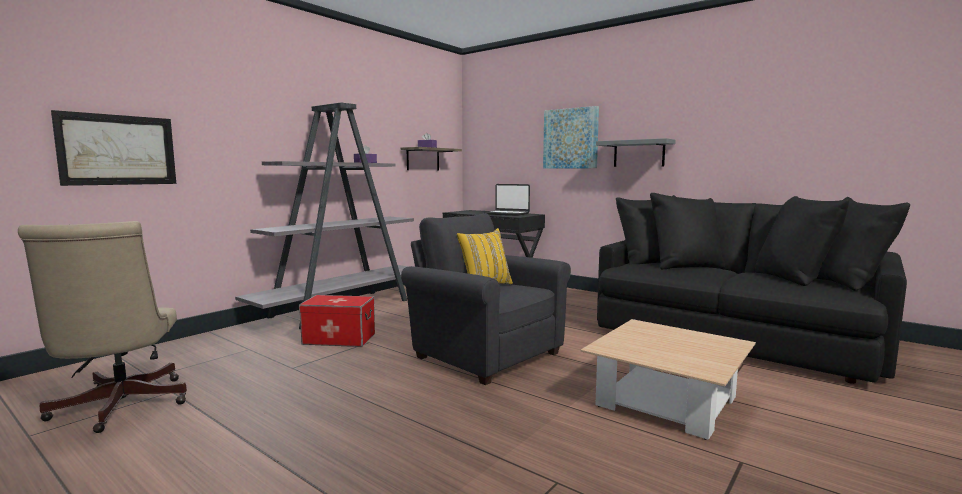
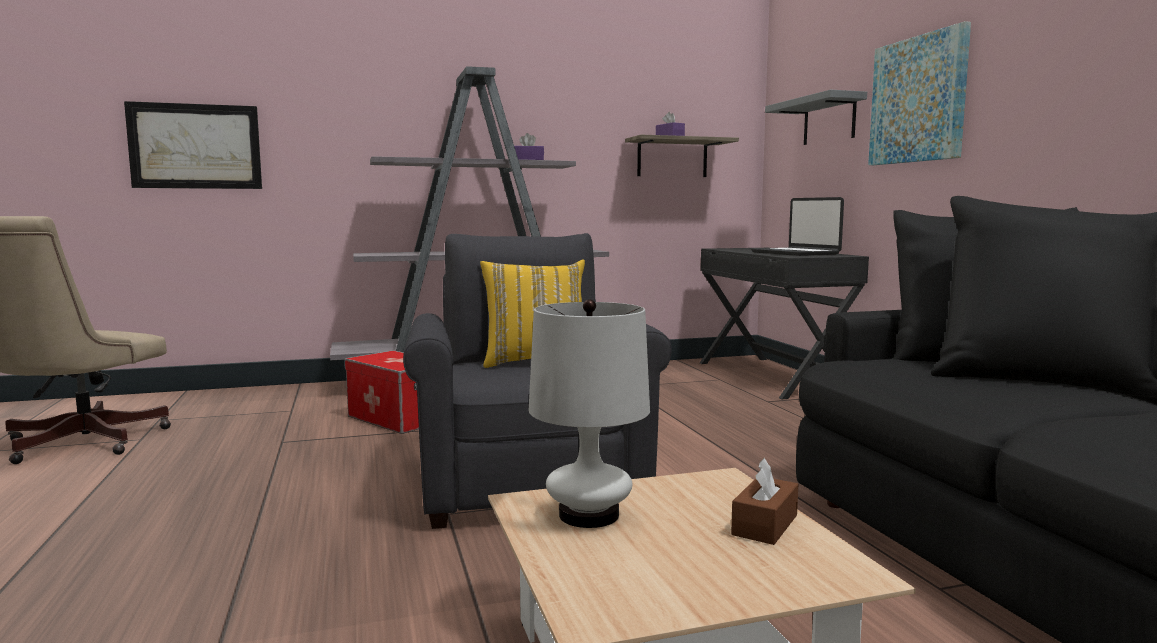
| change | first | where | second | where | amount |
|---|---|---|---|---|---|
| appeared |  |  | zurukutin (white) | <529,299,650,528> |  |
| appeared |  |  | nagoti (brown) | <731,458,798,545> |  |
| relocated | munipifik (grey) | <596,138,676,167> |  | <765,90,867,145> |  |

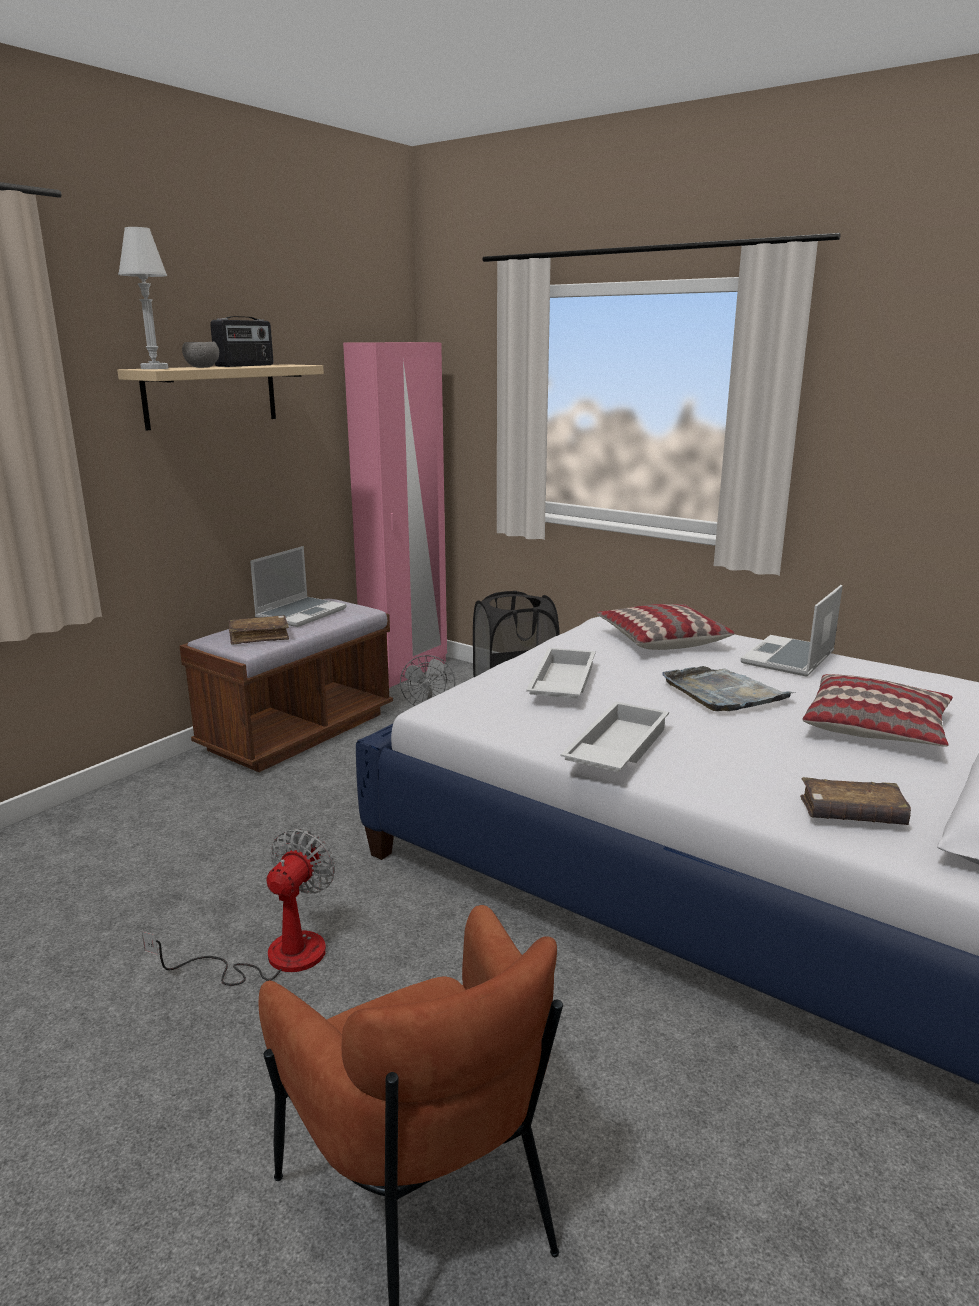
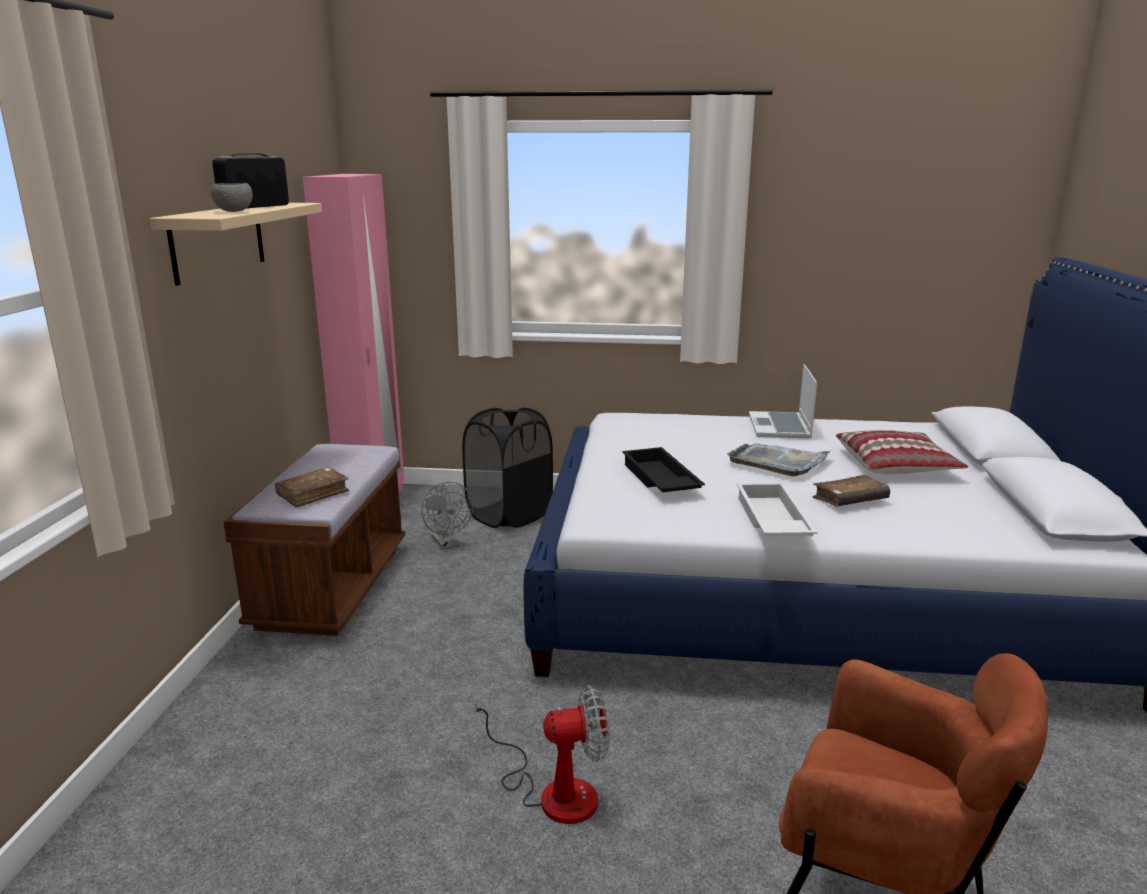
| change | first | where | second | where | amount |
|---|---|---|---|---|---|
| missing | zurukutin (white) | <118,227,168,369> |  |  |  |
| missing | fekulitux | <250,546,347,627> |  |  |  |
| missing | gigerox | <597,604,735,650> |  |  |  |
| relocated | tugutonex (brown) | <800,777,911,825> |  | <813,475,890,506> |  |
| colour | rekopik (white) | <526,648,596,698> | rekopik (black) | <622,447,705,492> |  |
| spun | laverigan | <142,829,335,986> |  | <475,685,610,824> | 90 degrees clockwise |
| spun | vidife | <210,316,273,367> |  | <212,154,289,208> | 150 degrees counterclockwise |

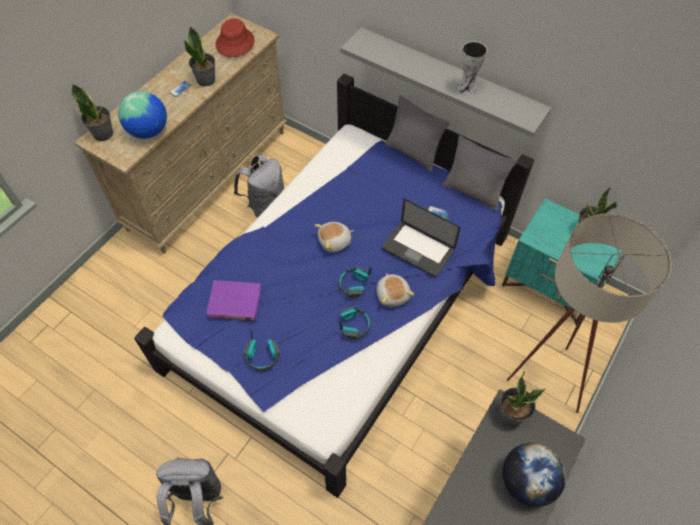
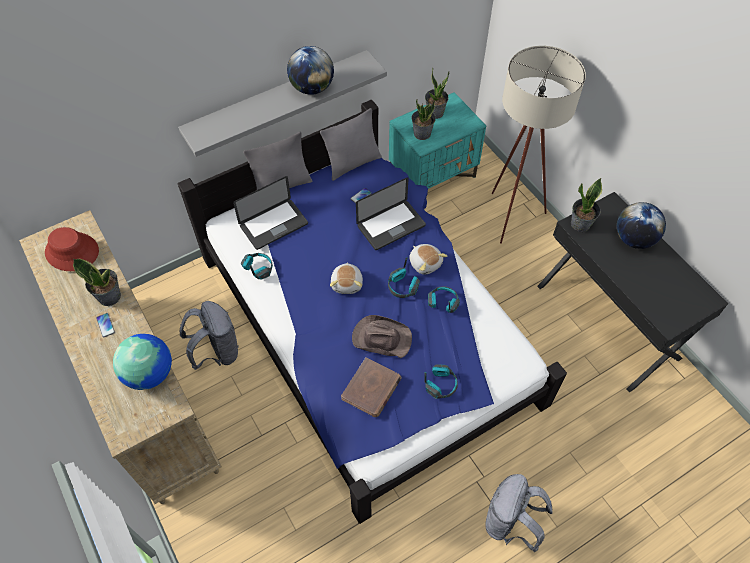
| change | first | where | second | where | amount |
|---|---|---|---|---|---|
| appeared |  |  | fekulitux | <233,176,308,250> |  |
| appeared |  |  | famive | <241,253,273,280> |  |
| appeared |  |  | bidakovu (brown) | <352,315,412,358> |  |
| relocated | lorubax | <71,84,113,141> |  | <411,100,436,140> |  |
| exchanged | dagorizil | <458,41,487,95> | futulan | <287,46,334,95> |  |
| colour | tugutonex (purple) | <207,280,261,321> | tugutonex (brown) | <341,357,401,417> |  |
| spun | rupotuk | <376,273,414,307> |  | <409,244,447,275> | 45 degrees clockwise |

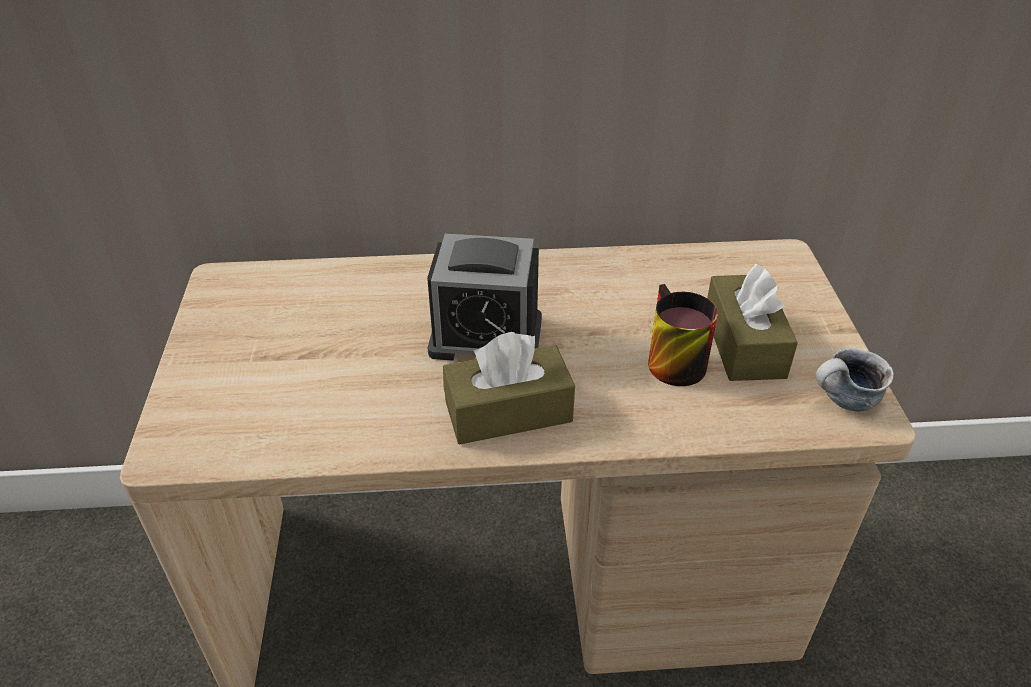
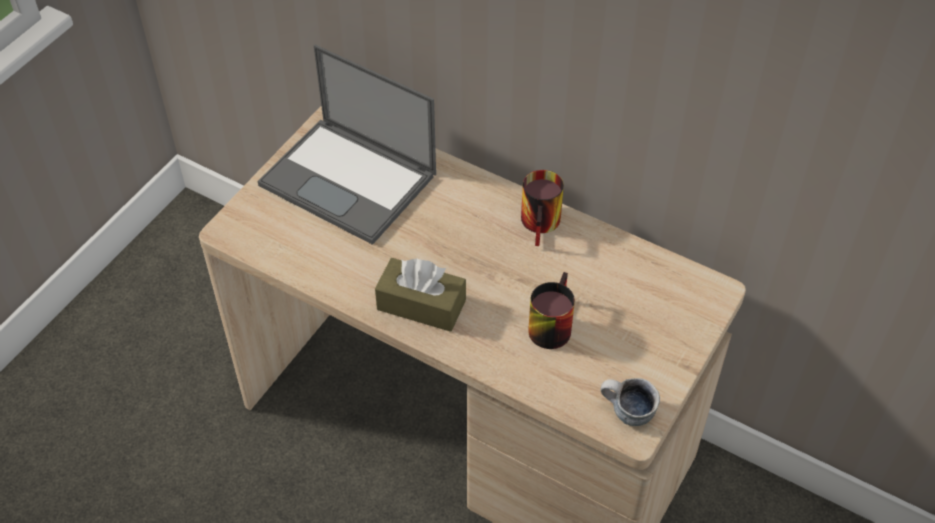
| change | first | where | second | where | amount |
|---|---|---|---|---|---|
| missing | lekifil | <427,234,542,361> |  |  |  |
| missing | nagoti (brown) | <707,264,798,381> |  |  |  |
| appeared |  |  | fekulitux | <258,45,436,245> |  |
| appeared |  |  | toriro | <521,170,564,246> |  |

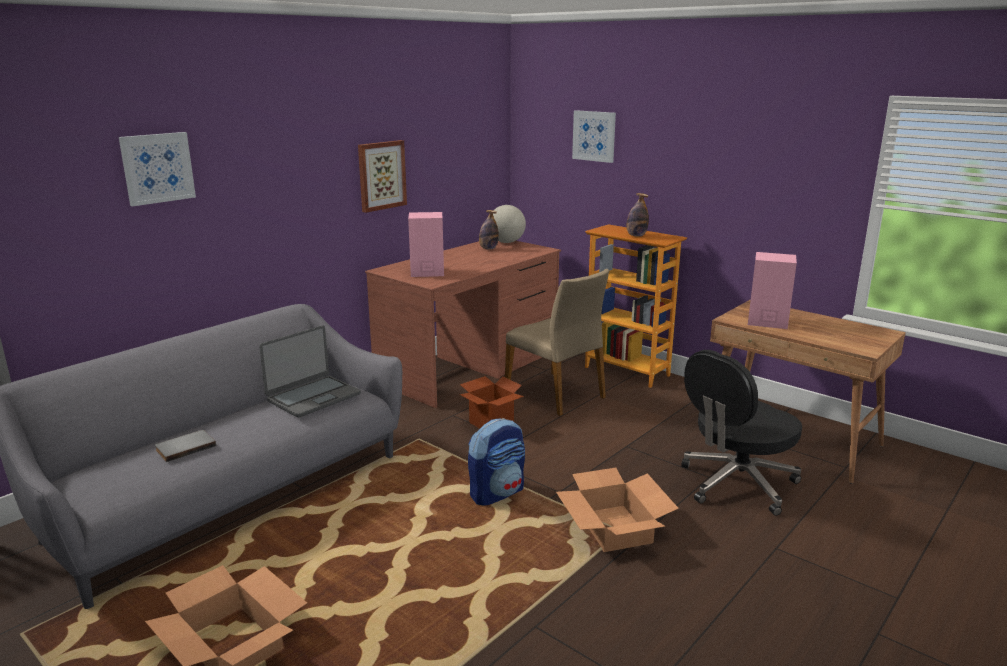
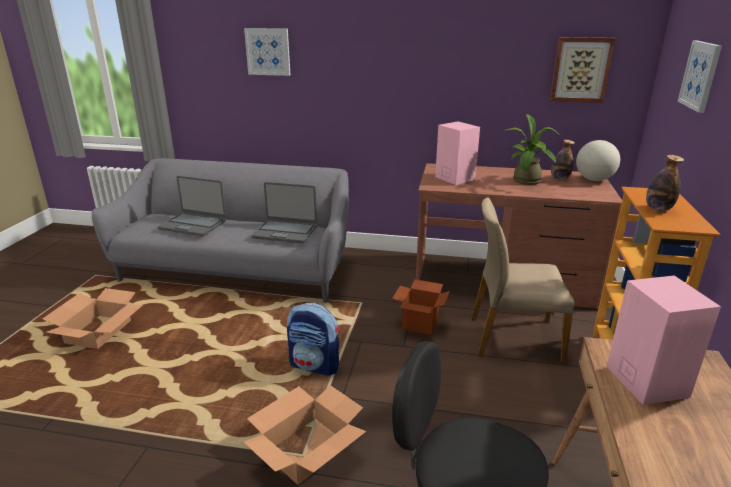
| change | first | where | second | where | amount |
|---|---|---|---|---|---|
| appeared |  |  | lorubax | <503,114,561,185> |  |
| relocated | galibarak | <358,140,407,213> |  | <550,37,615,103> |  |
| exchanged | tugutonex (grey) | <155,430,216,462> | fekulitux | <158,176,226,236> |  |
| spun | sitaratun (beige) | <505,269,609,416> |  | <471,197,574,363> | 75 degrees clockwise |

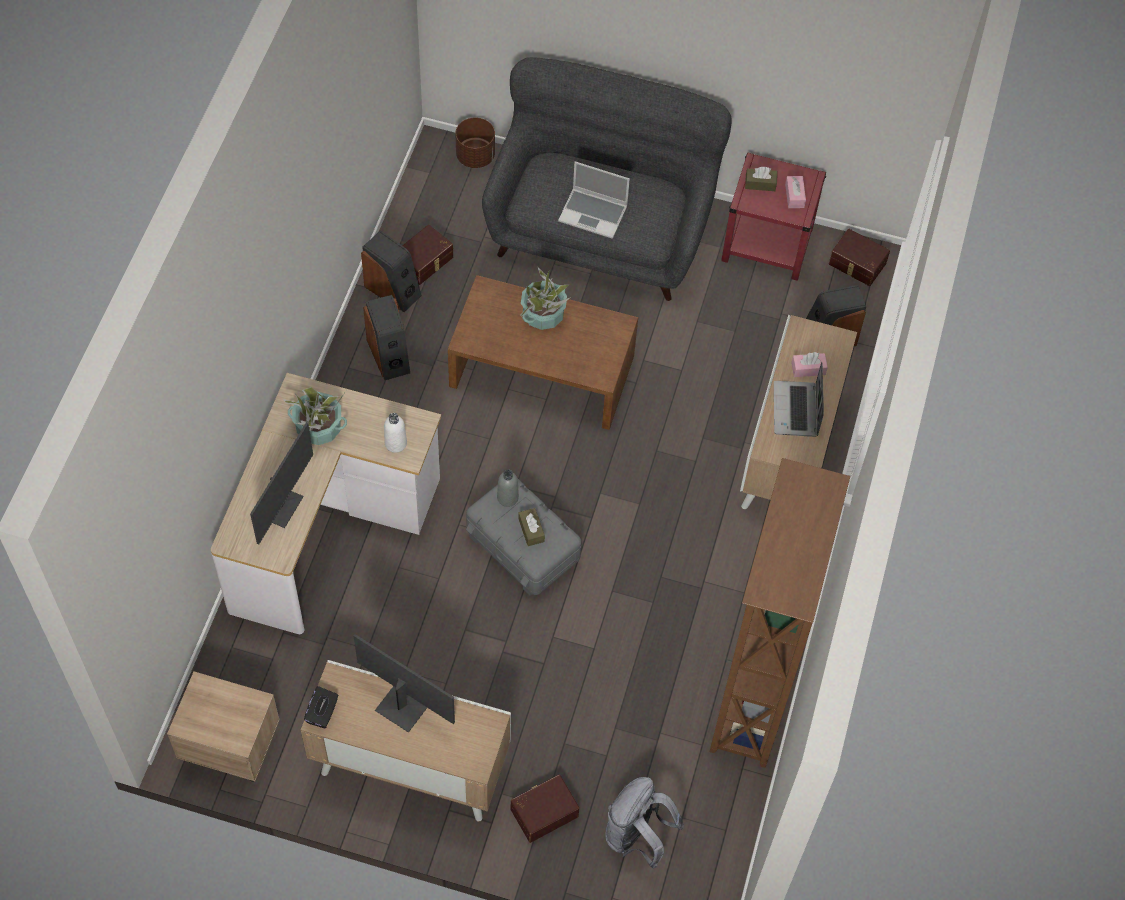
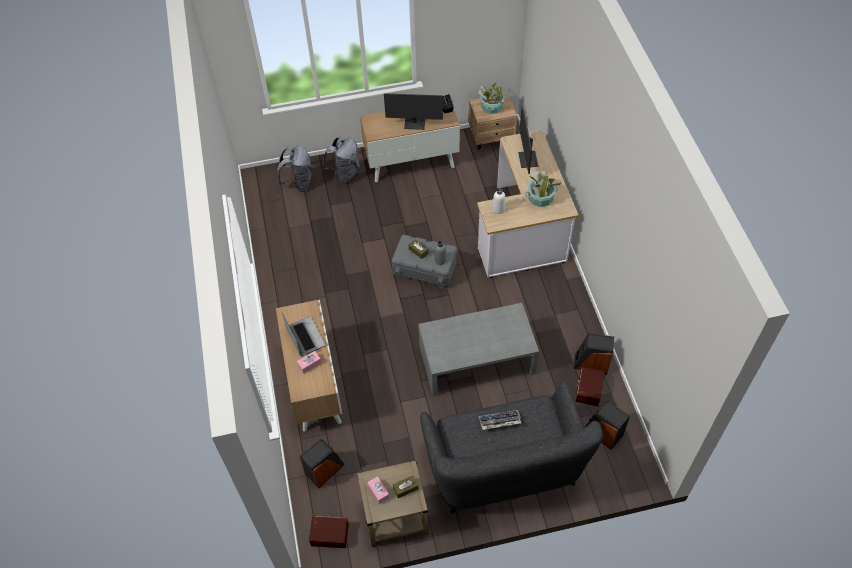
| change | first | where | second | where | amount |
|---|---|---|---|---|---|
| missing | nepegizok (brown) | <455,118,495,168> |  |  |  |
| missing | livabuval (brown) | <709,458,850,768> |  |  |  |
| relocated | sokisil | <363,295,410,380> |  | <584,401,630,450> |  |
| relocated | lorubax | <520,266,571,330> |  | <478,82,506,114> |  |
| exchanged | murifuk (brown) | <511,775,579,843> | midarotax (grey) | <322,136,360,183> |  |
| exchanged | fekulitux | <558,161,630,239> | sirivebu | <478,410,521,430> |  |
| colour | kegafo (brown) | <448,275,638,430> | kegafo (grey) | <418,303,539,396> |  |
| colour | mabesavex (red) | <721,153,826,281> | mabesavex (beige) | <357,460,429,547> |  |

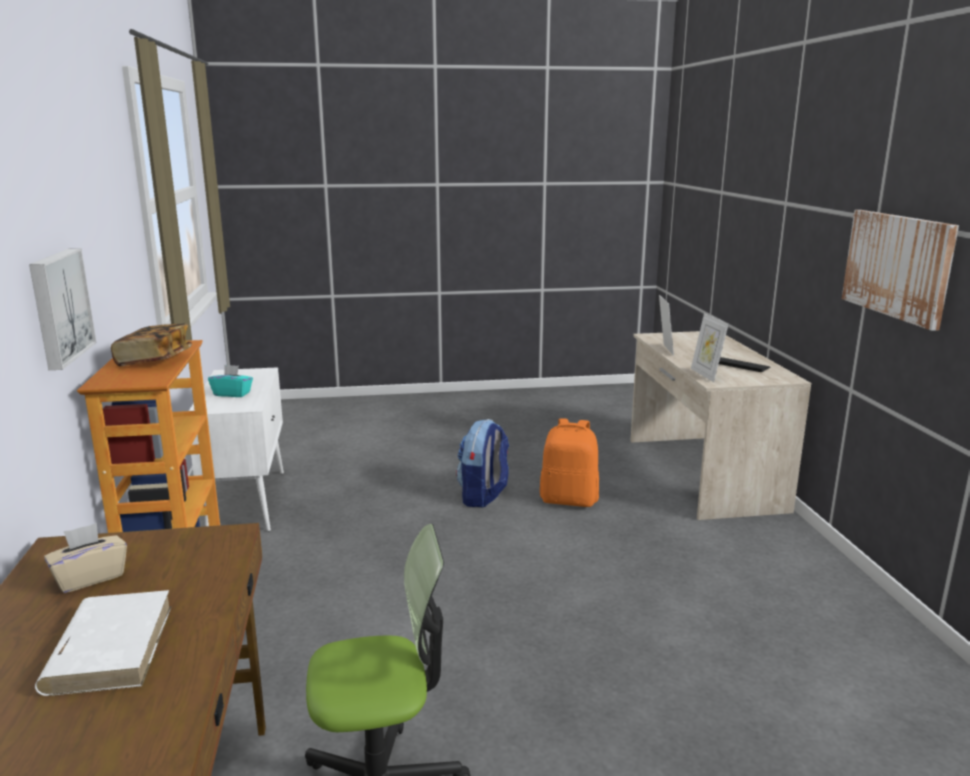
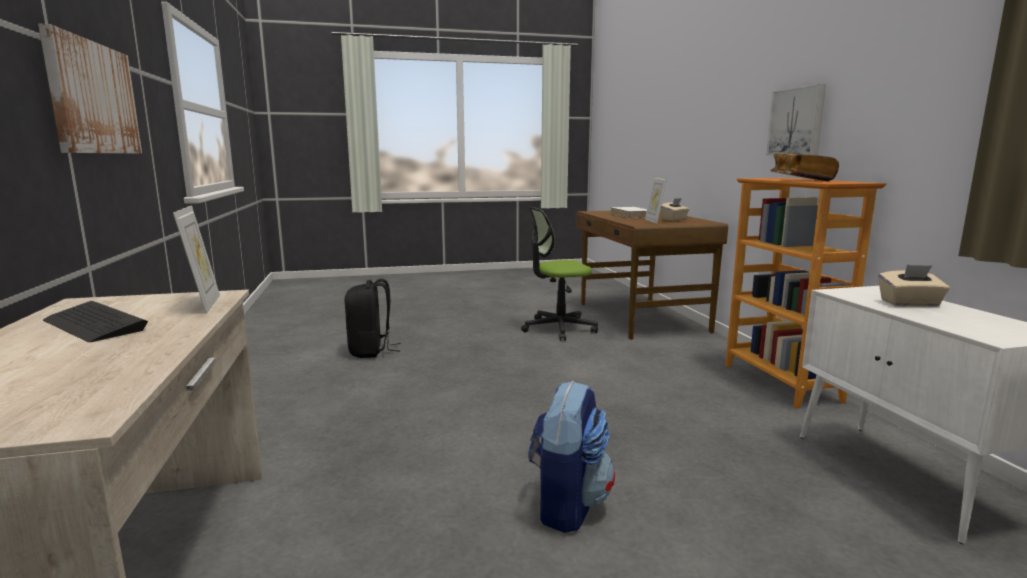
| change | first | where | second | where | amount |
|---|---|---|---|---|---|
| missing | midarotax (orange) | <540,418,599,507> |  |  |  |
| appeared |  |  | midarotax (black) | <345,279,401,358> |  |
| relocated | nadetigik | <659,295,674,356> |  | <645,175,667,224> |  |
| colour | nagoti (turquoise) | <208,365,253,397> | nagoti (beige) | <878,265,950,307> |  |

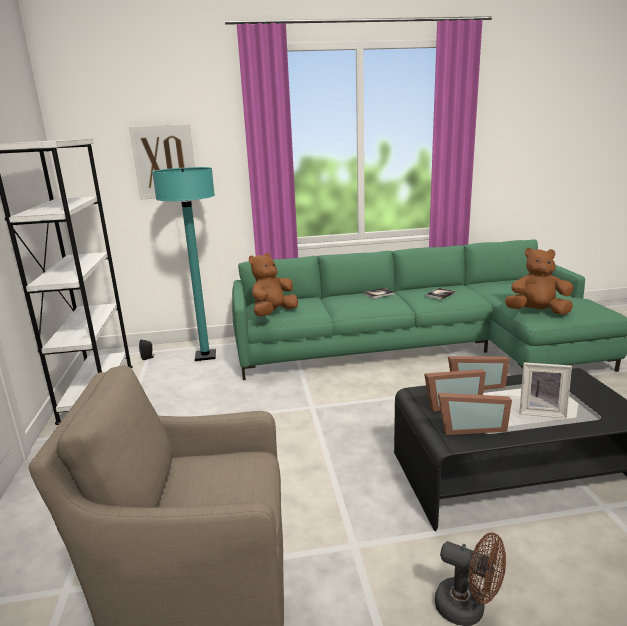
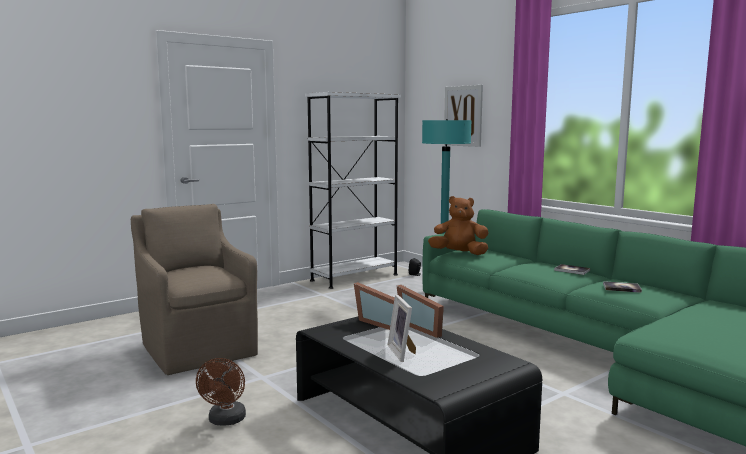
| change | first | where | second | where | amount |
|---|---|---|---|---|---|
| missing | nadetigik | <438,393,512,435> |  |  |  |
| missing | rupotuk (brown) | <505,248,573,315> |  |  |  |

